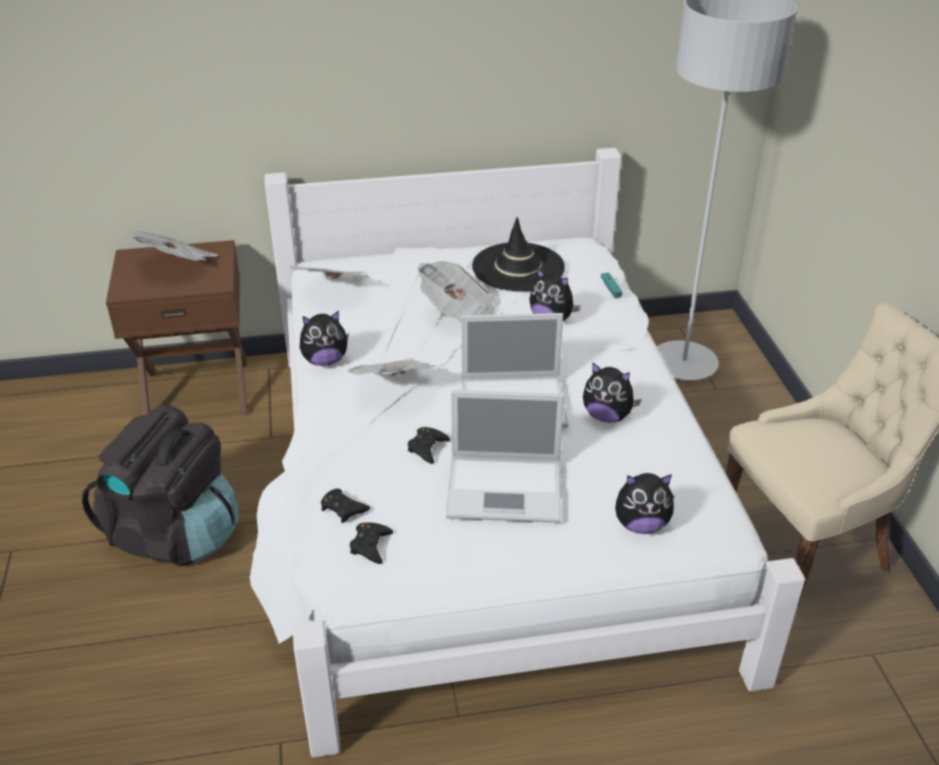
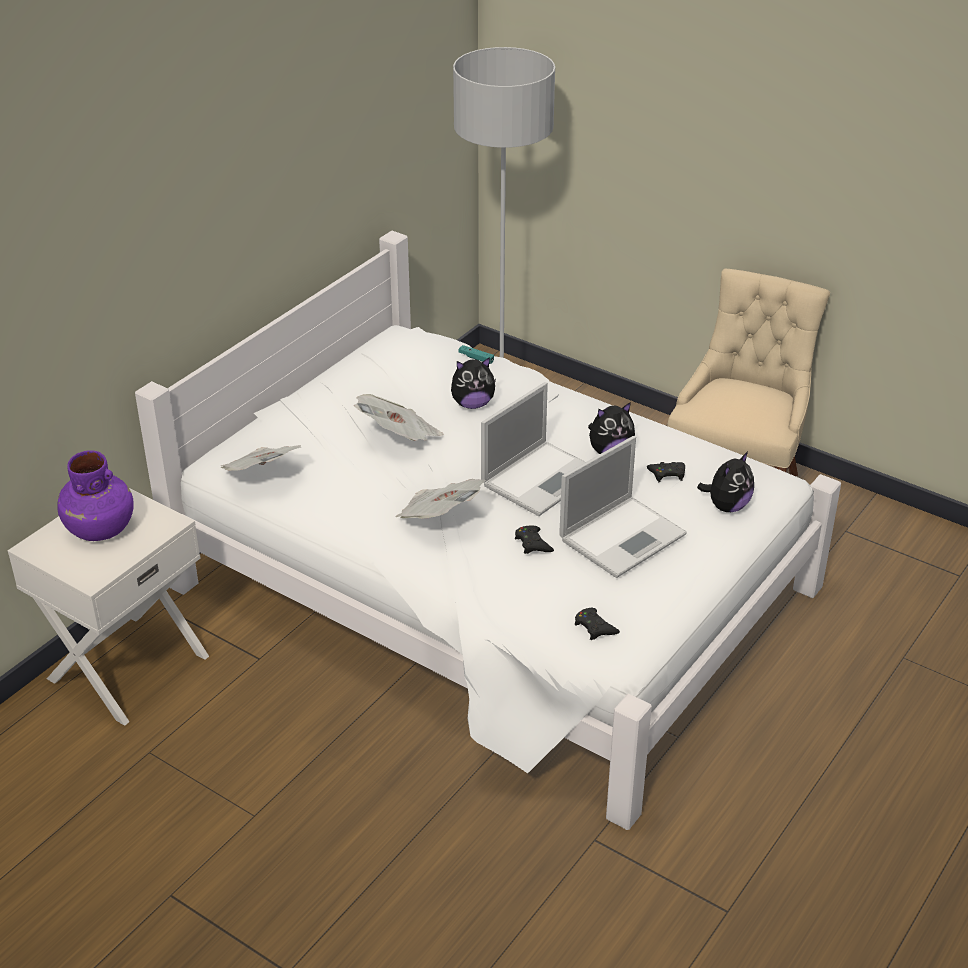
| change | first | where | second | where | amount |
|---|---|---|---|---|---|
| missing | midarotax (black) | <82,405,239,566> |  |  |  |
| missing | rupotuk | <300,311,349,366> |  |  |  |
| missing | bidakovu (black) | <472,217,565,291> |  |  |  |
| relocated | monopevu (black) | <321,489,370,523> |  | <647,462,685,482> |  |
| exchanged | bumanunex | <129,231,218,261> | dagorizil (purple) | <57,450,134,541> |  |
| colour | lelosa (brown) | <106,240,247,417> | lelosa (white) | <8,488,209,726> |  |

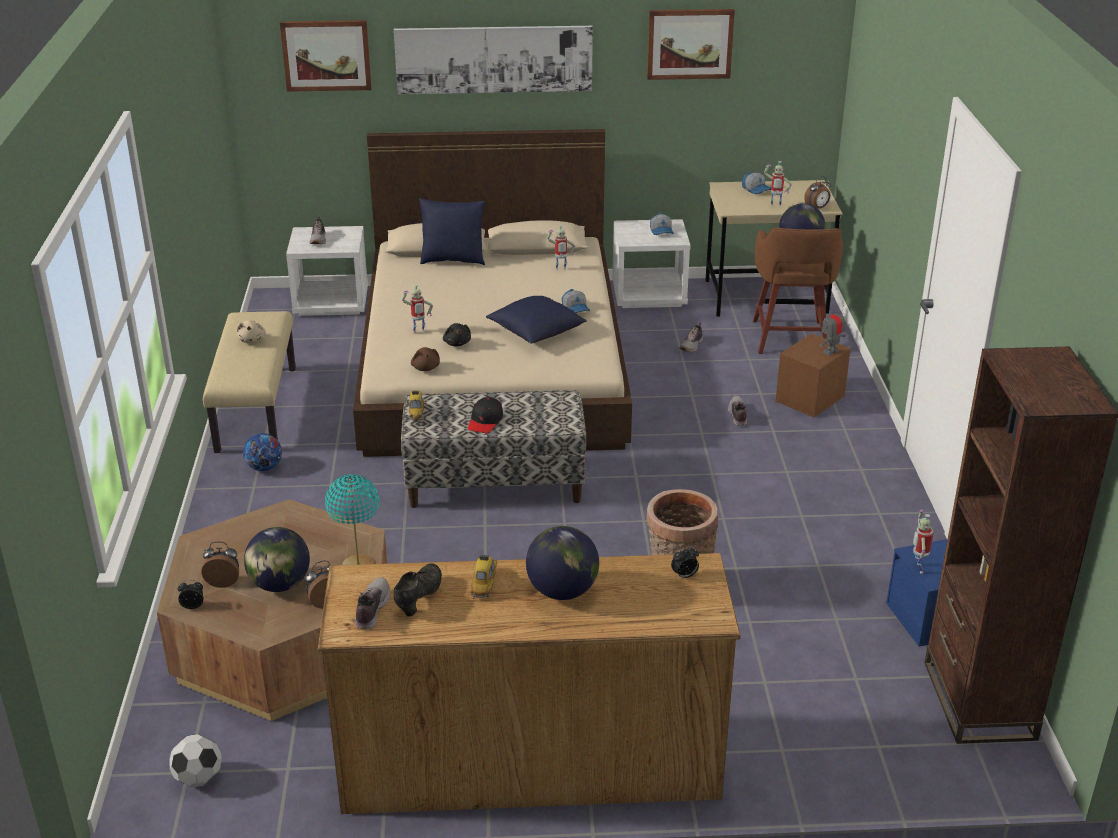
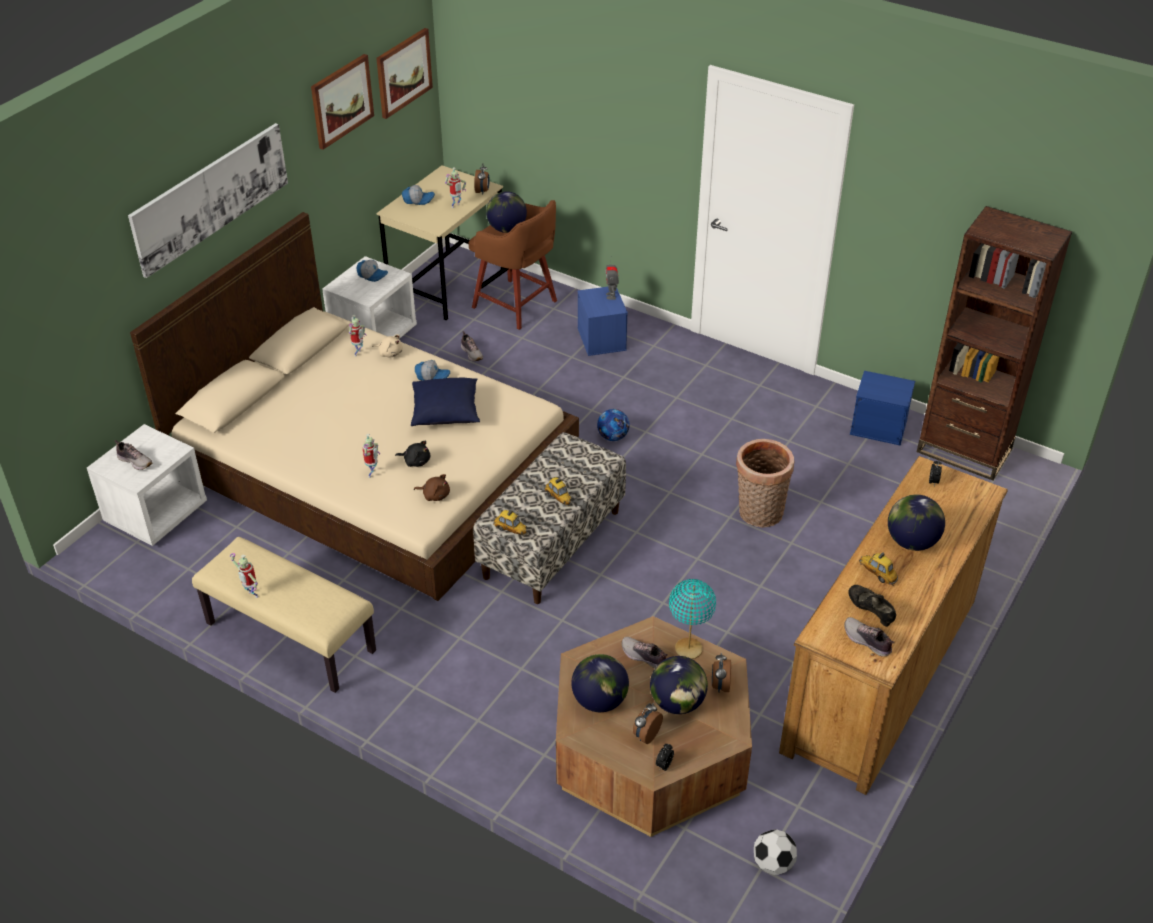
| change | first | where | second | where | amount |
|---|---|---|---|---|---|
| missing | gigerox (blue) | <419,198,485,265> |  |  |  |
| appeared |  |  | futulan | <571,654,629,712> |  |
| relocated | rupotuk (beige) | <237,320,266,343> |  | <372,334,403,357> |  |
| relocated | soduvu | <243,433,282,471> |  | <597,409,630,441> |  |
| relocated | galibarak | <280,20,372,92> |  | <376,28,433,119> |  |
| relocated | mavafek | <728,395,747,426> |  | <621,637,668,668> |  |
| relocated | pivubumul | <913,509,933,574> |  | <230,553,259,598> |  |
| exchanged | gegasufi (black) | <468,397,503,433> | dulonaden | <544,477,572,507> |  |
| colour | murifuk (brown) | <775,333,851,418> | murifuk (blue) | <578,287,628,356> |  |

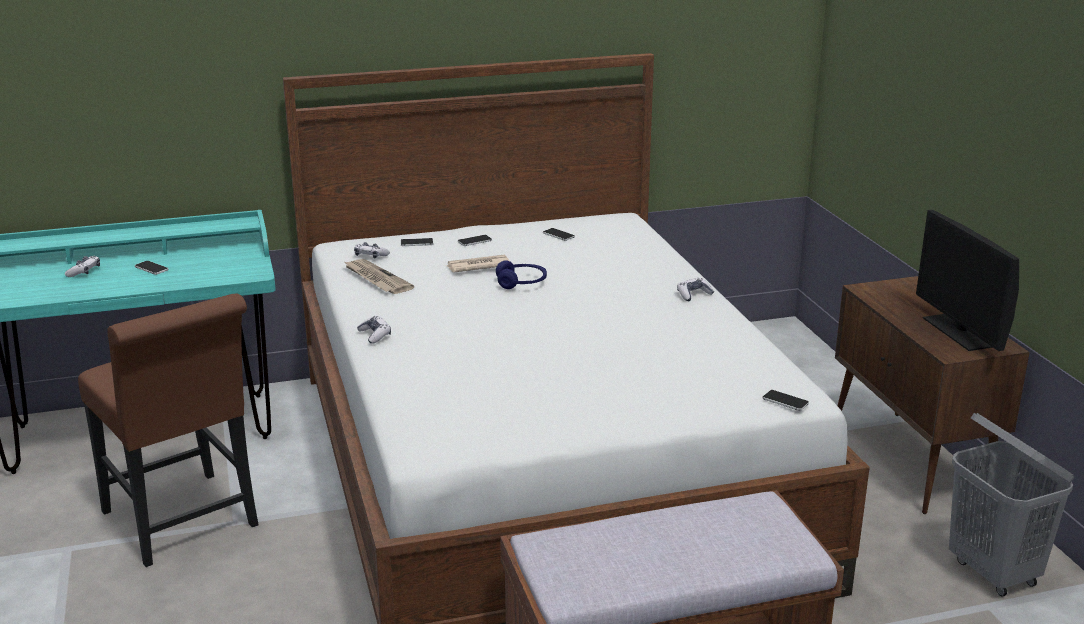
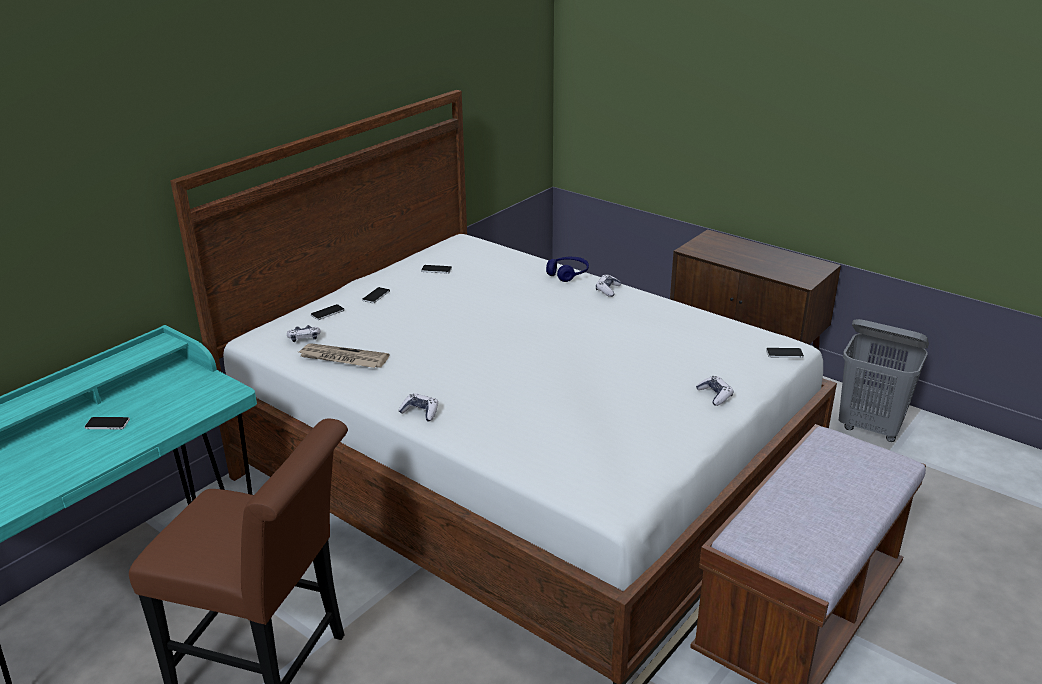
| change | first | where | second | where | amount |
|---|---|---|---|---|---|
| missing | bumanunex | <445,255,510,272> |  |  |  |
| missing | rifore | <916,210,1019,351> |  |  |  |
| relocated | monopevu | <65,256,100,277> |  | <696,376,733,406> |  |
| relocated | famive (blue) | <496,260,547,289> |  | <546,257,589,282> |  |

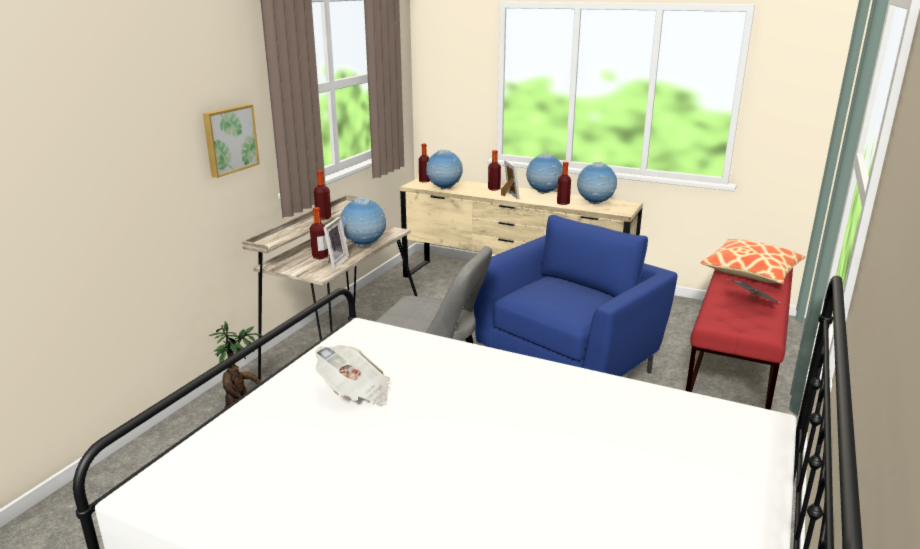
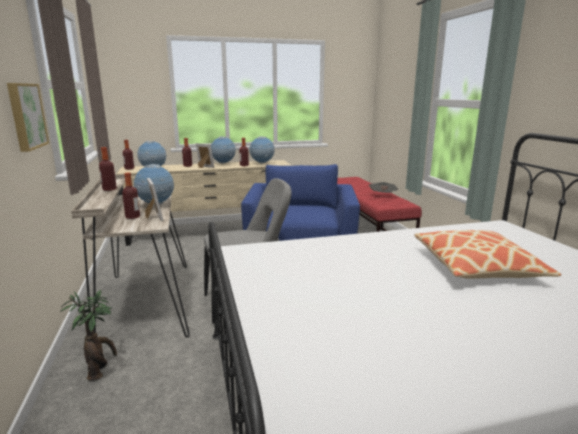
| change | first | where | second | where | amount |
|---|---|---|---|---|---|
| missing | bumanunex | <315,345,390,406> |  |  |  |
| relocated | gigerox | <700,239,805,284> |  | <414,230,561,279> |  |

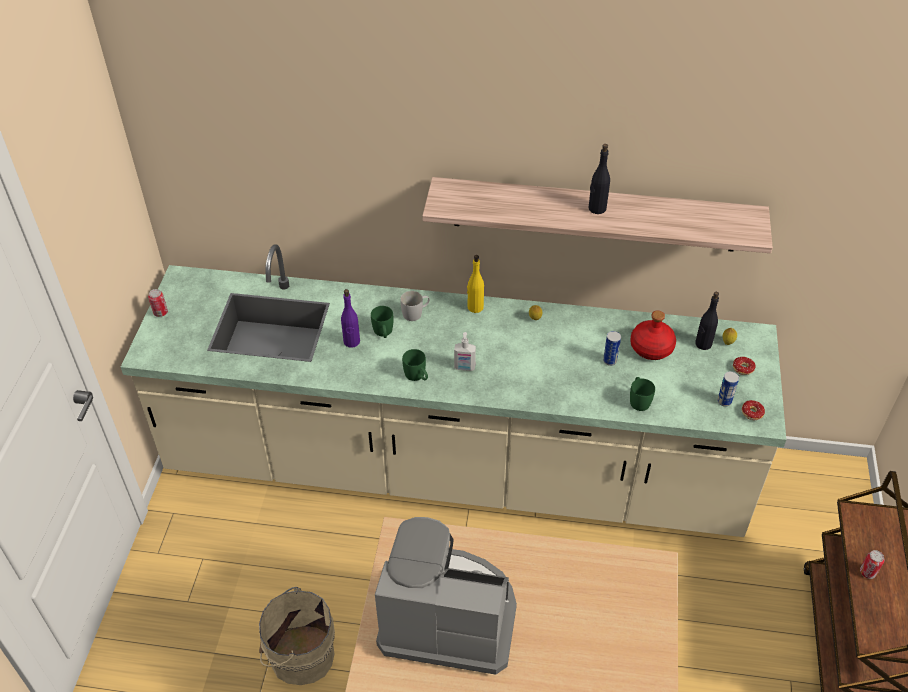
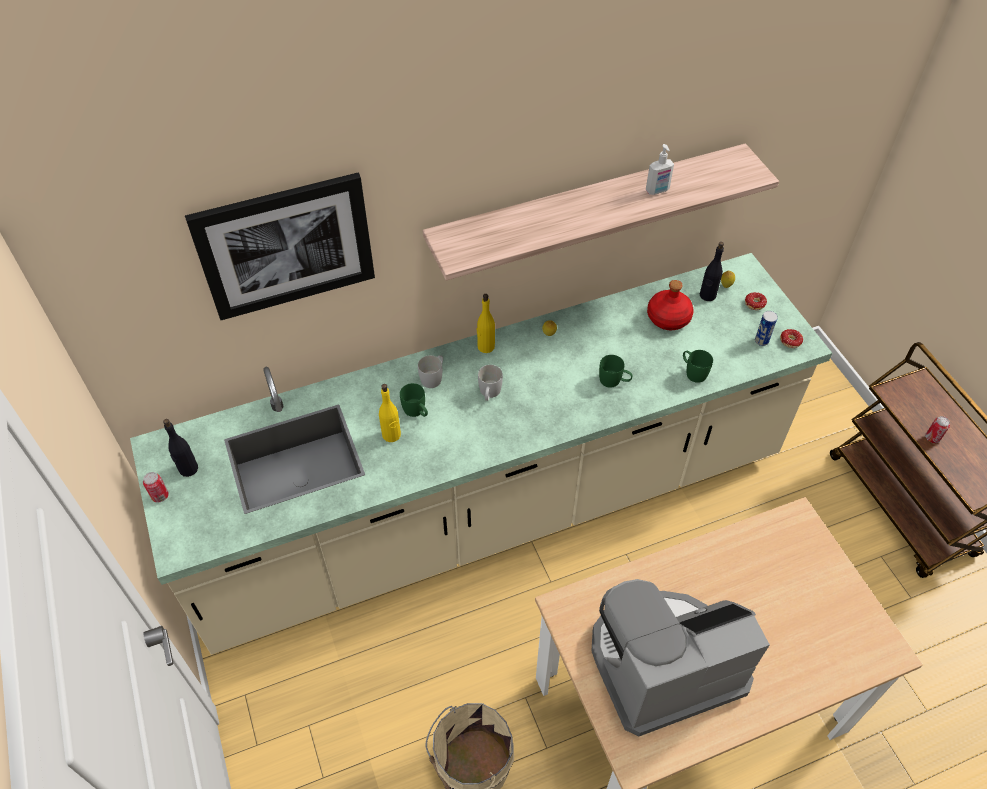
| change | first | where | second | where | amount |
|---|---|---|---|---|---|
| missing | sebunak | <603,331,621,366> |  |  |  |
| appeared |  |  | galibarak | <185,172,375,320> |  |
| appeared |  |  | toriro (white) | <478,365,503,401> |  |
| relocated | toriro (green) | <402,349,428,381> |  | <599,355,632,388> |  |
| relocated | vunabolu | <454,332,476,371> |  | <646,144,674,195> |  |
| relocated | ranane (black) | <588,144,610,214> |  | <163,419,198,477> |  |
| colour | ranane (purple) | <341,289,360,348> | ranane (yellow) | <379,384,401,442> |  |

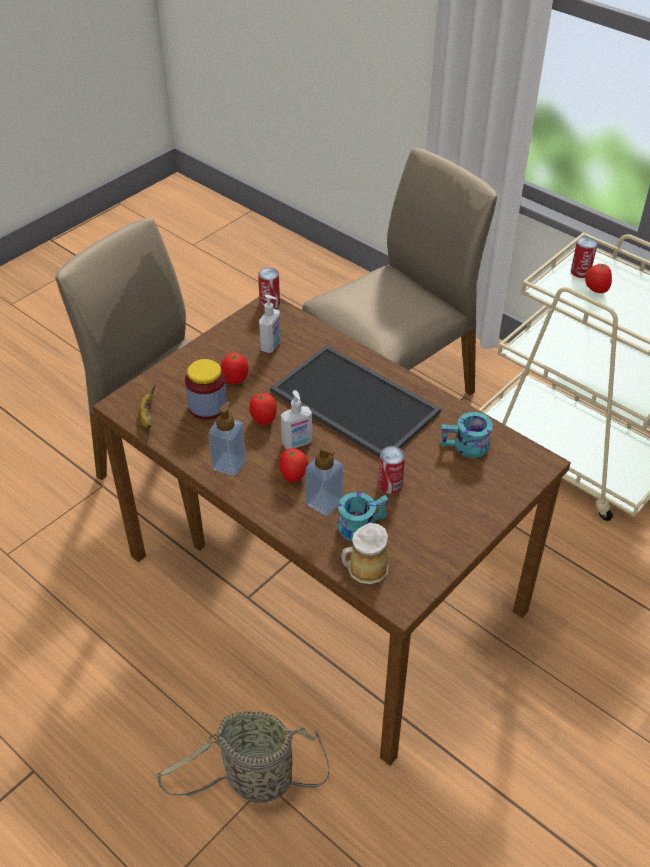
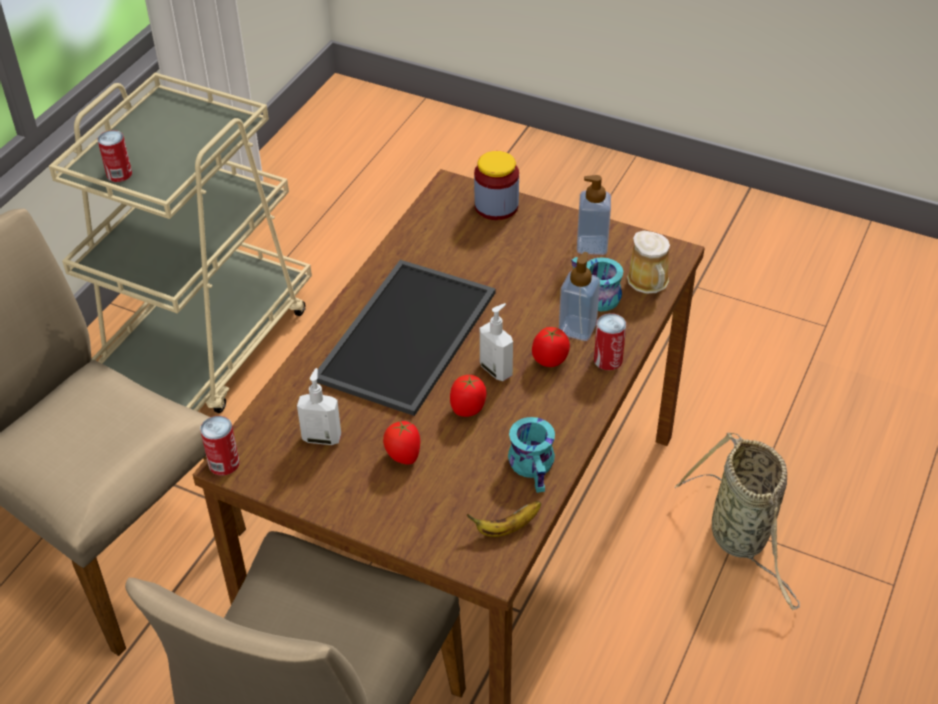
| change | first | where | second | where | amount |
|---|---|---|---|---|---|
| missing | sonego | <585,263,612,293> |  |  |  |
| relocated | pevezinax | <185,359,227,420> |  | <474,151,519,220> |  |
| relocated | vunabolu | <209,401,246,476> |  | <577,175,611,255> |  |
| relocated | sebunak | <378,446,405,494> |  | <594,313,626,370> |  |
| relocated | toriro (turquoise) | <441,412,493,458> |  | <508,417,555,493> |  |

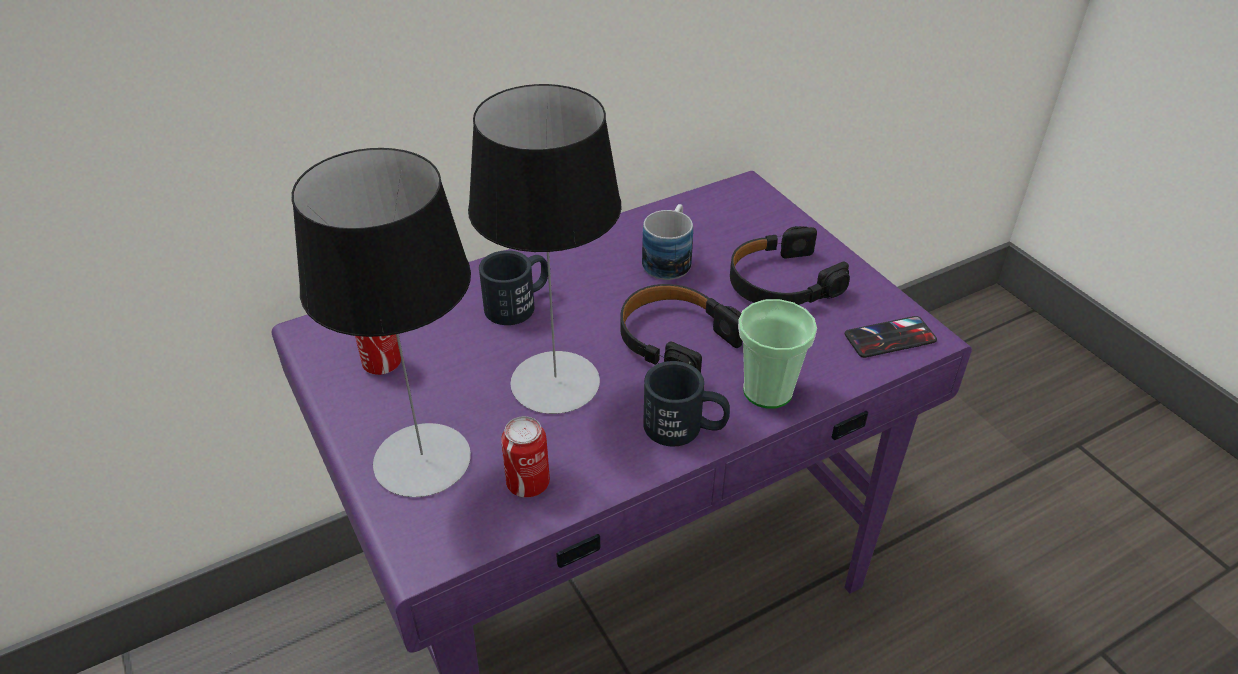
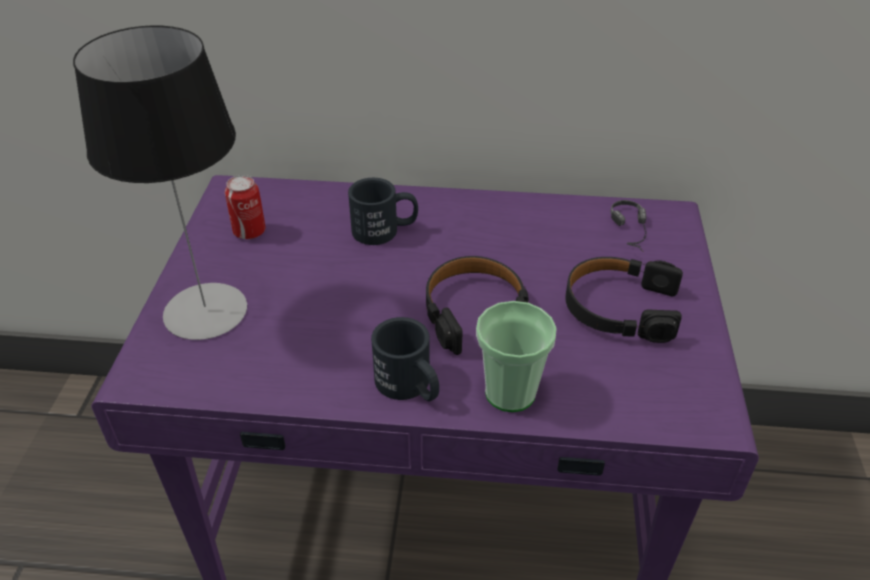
| change | first | where | second | where | amount |
|---|---|---|---|---|---|
| missing | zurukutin | <468,84,621,414> |  |  |  |
| missing | sebunak | <501,416,550,498> |  |  |  |
| missing | toriro | <642,204,693,280> |  |  |  |
| missing | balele | <845,316,937,358> |  |  |  |
| appeared |  |  | famive | <610,200,647,251> |  |

